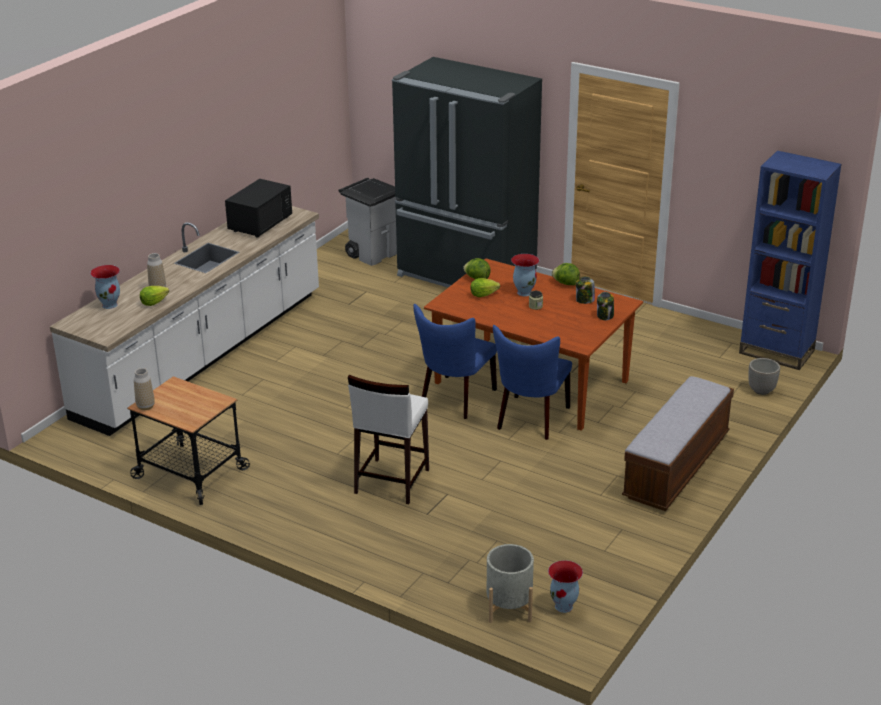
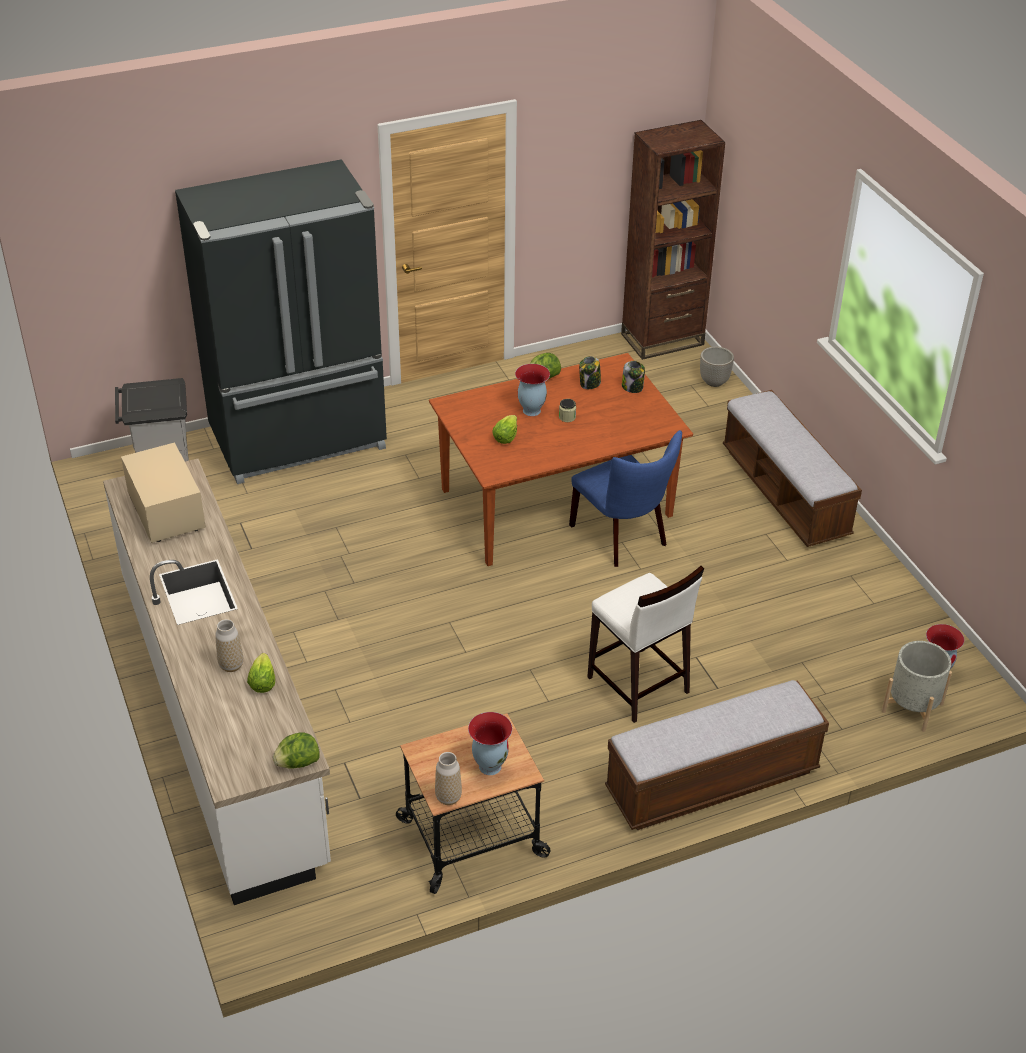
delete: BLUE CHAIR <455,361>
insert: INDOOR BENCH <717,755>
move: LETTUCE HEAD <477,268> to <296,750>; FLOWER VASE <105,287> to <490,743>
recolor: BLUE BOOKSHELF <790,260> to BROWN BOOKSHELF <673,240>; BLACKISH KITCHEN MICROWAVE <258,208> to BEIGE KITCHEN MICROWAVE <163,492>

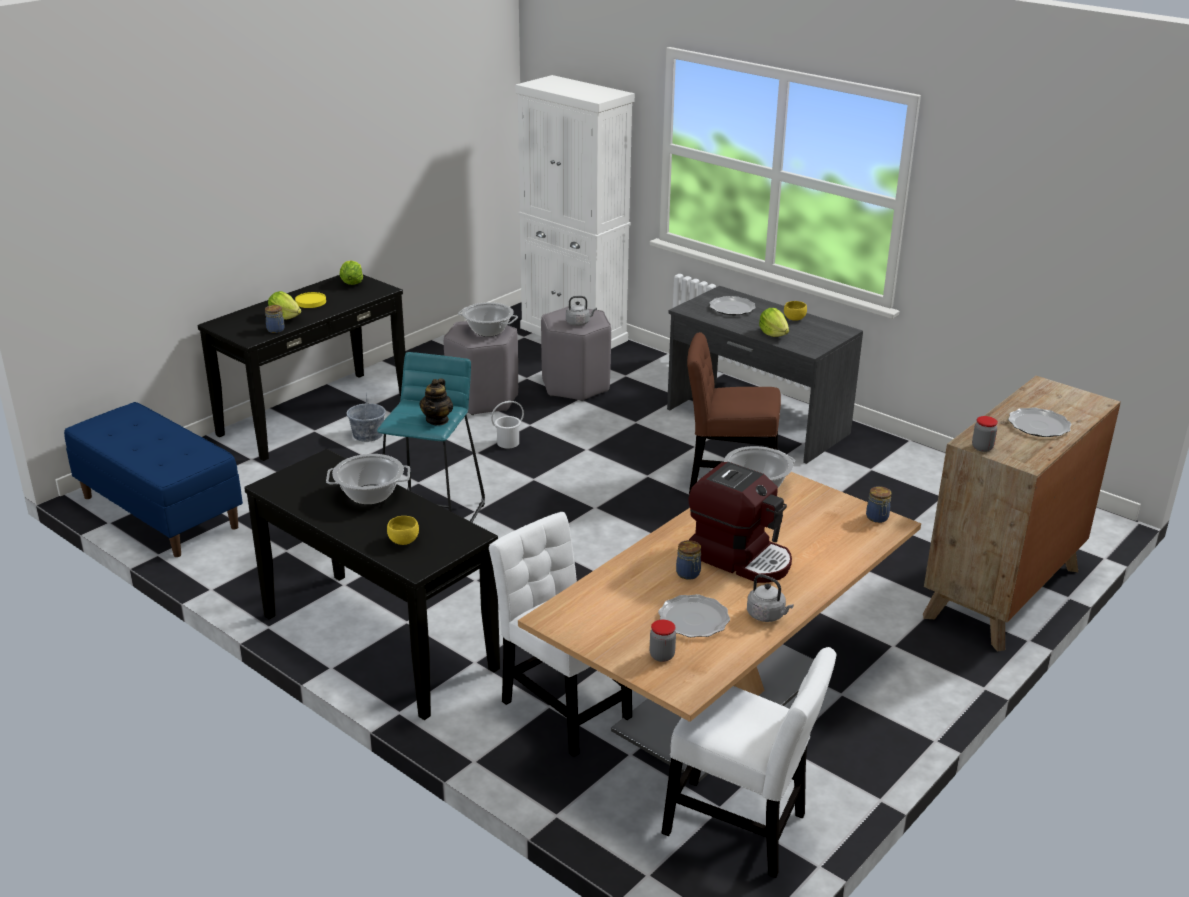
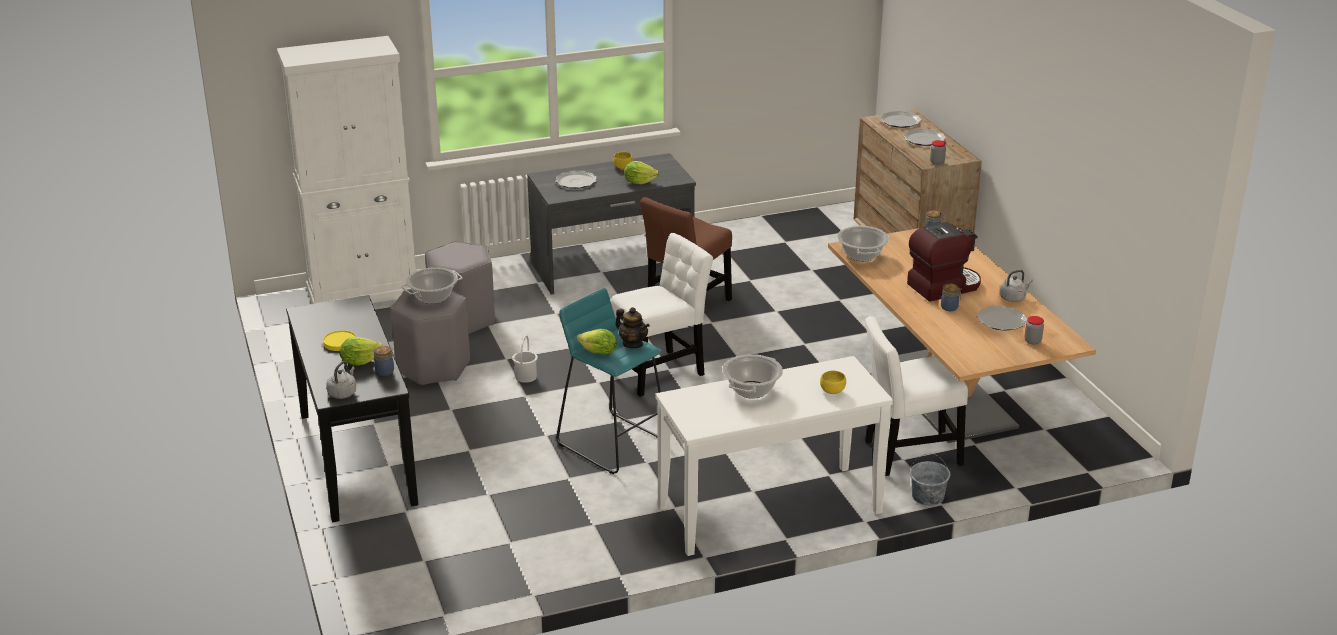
delete: BLUE INDOOR BENCH <153,479>
insert: DINNER PLATE <900,119>
move: LETTUCE HEAD <351,272> to <597,342>; GREYISH KETTLE <581,311> to <341,380>; GREYISH PAIL <366,417> to <930,479>; WHITE CHAIR <749,762> to <662,315>
recolor: BLACKISH CONSOLE TABLE <372,584> to WHITE CONSOLE TABLE <774,456>

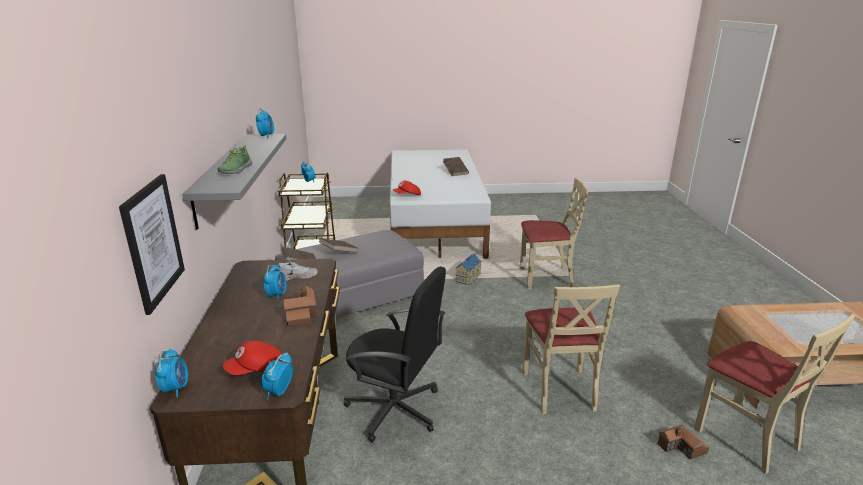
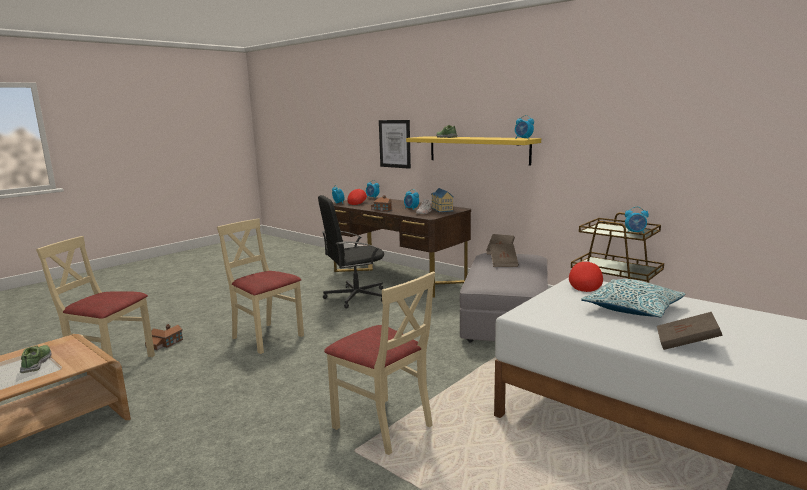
insert: PILLOW <633,298>; ITEM OF FOOTWEAR <35,359>
move: MODEL HOUSE <468,269> to <442,200>
recolor: GREYISH WALL SHELF <234,182> to YELLOW-COLOURED WALL SHELF <473,150>
rotate: BEIGE CHAIR <554,233> = <379,363> 90 degrees counterclockwise

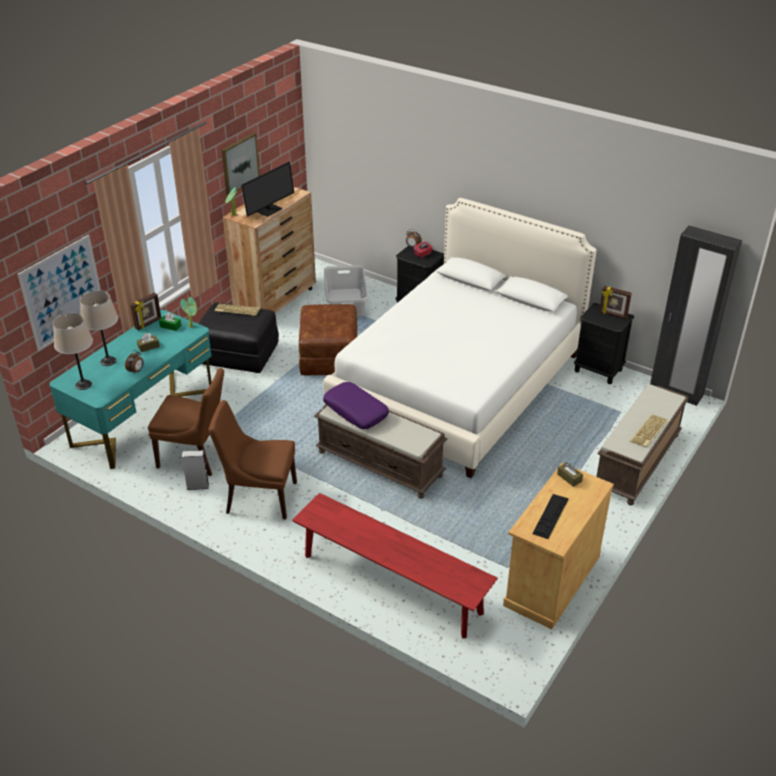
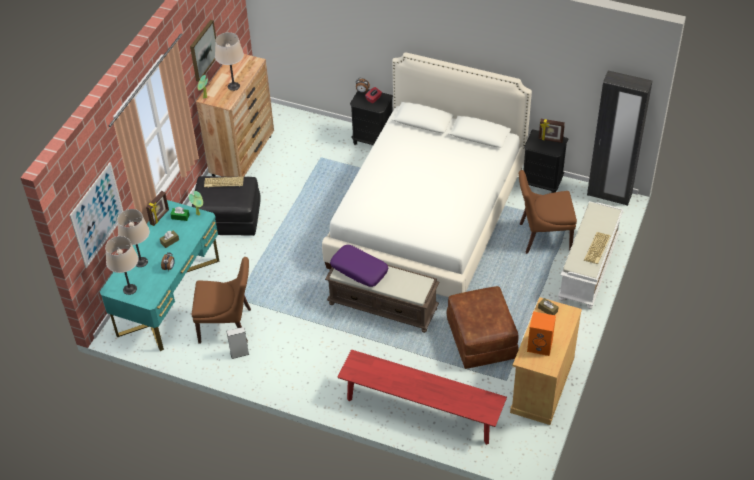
delete: GREYISH LAUNDRY BASKET <346,291>
move: BROWN FOOTREST <328,340> to <482,327>; BROWN CHAIR <252,460> to <548,212>
replace: COMPUTER DISPLAY <268,189> to BEIGE TABLETOP LAMP <229,61>; COMPUTER KEYBOARD <550,516> to ORANGEY AUDIO SPEAKER <541,333>
recolor: BROWN INDOOR BENCH <642,444> to WHITE INDOOR BENCH <590,255>

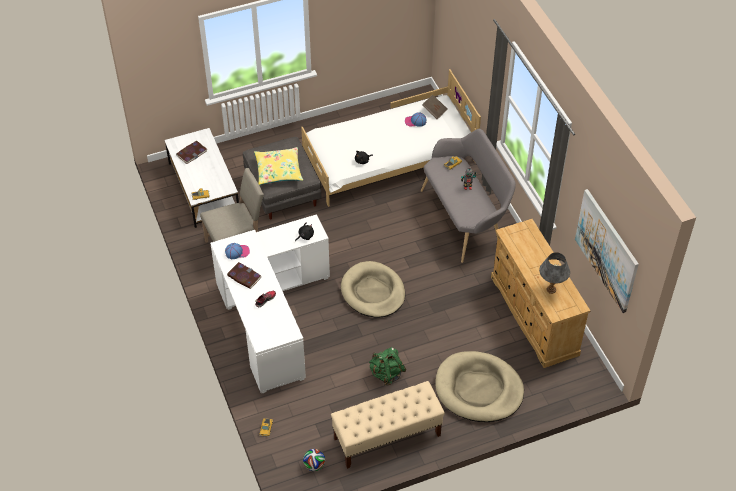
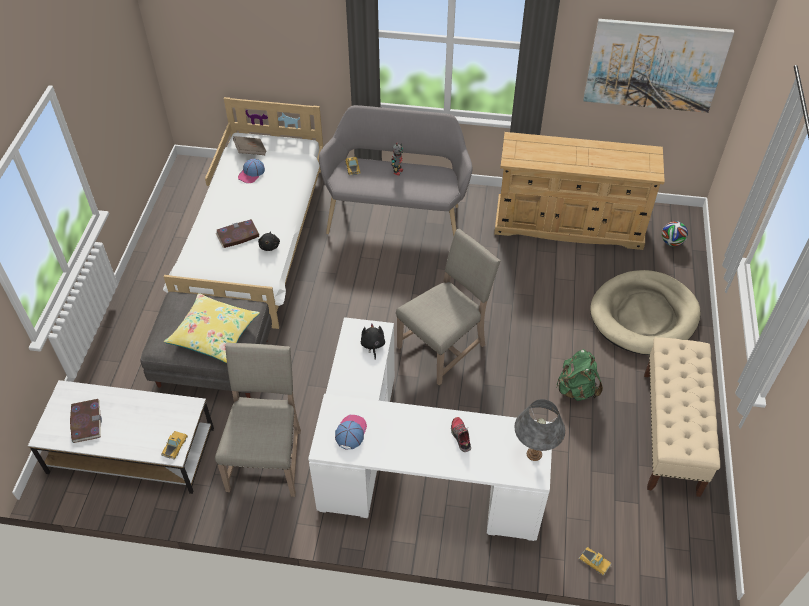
move: GREYISH TABLETOP LAMP <554,273> to <539,430>; BOOK <244,275> to <238,233>; BALL FOR FOOTBALL <314,460> to <675,234>
replace: BEIGE PET BED <373,289> to BEIGE CHAIR <448,307>

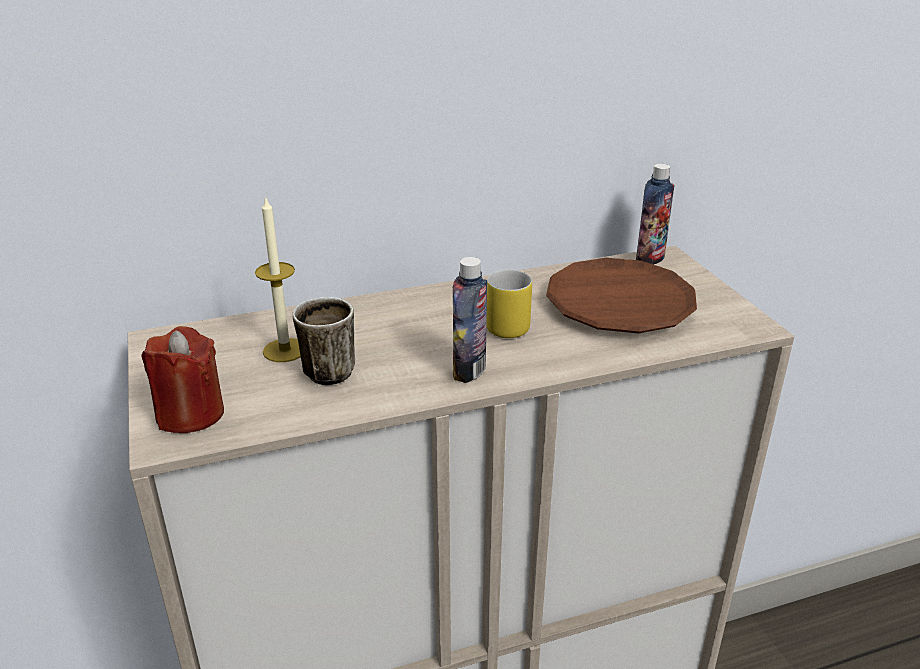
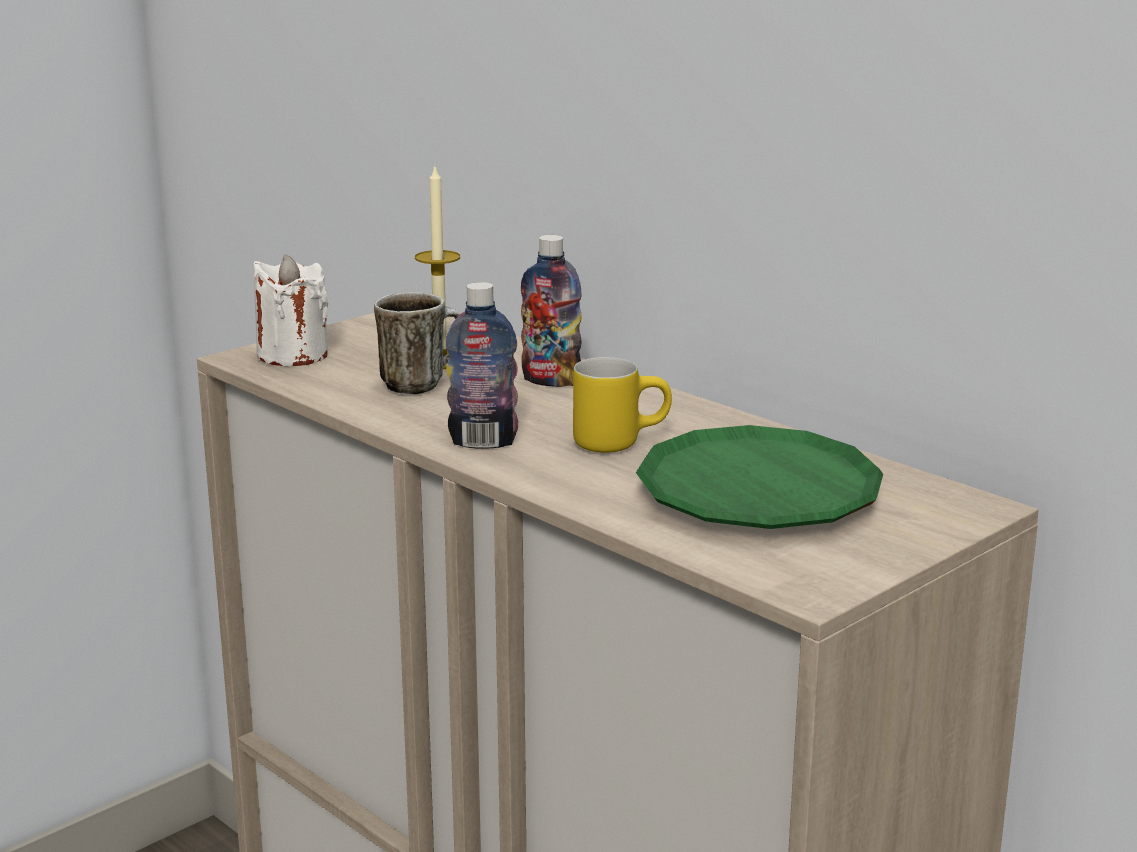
move: BOTTLE <655,214> to <551,311>
recolor: BROWN DINNER PLATE <621,295> to GREENISH DINNER PLATE <759,477>; RED-COLOURED WAX LIGHT <183,379> to WHITE WAX LIGHT <290,310>

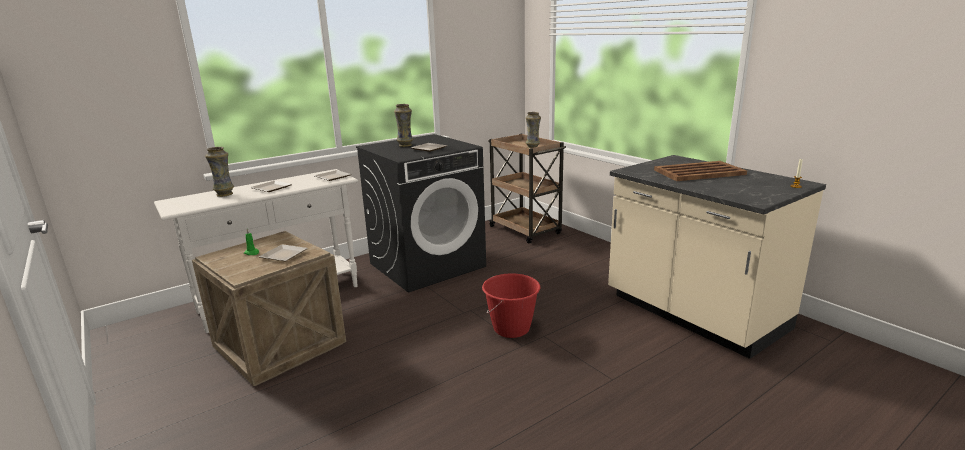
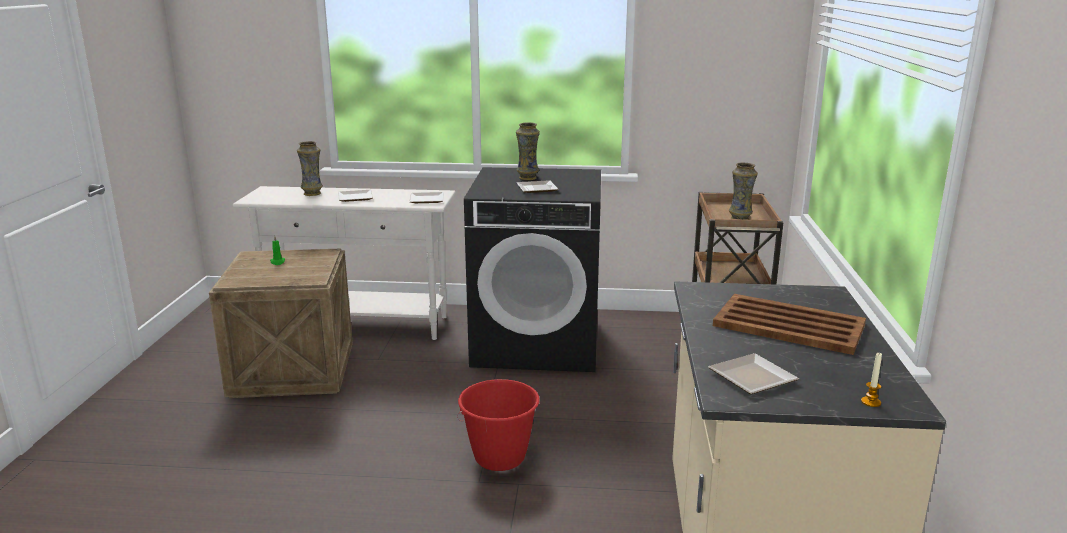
move: DINNER PLATE <283,253> to <753,373>

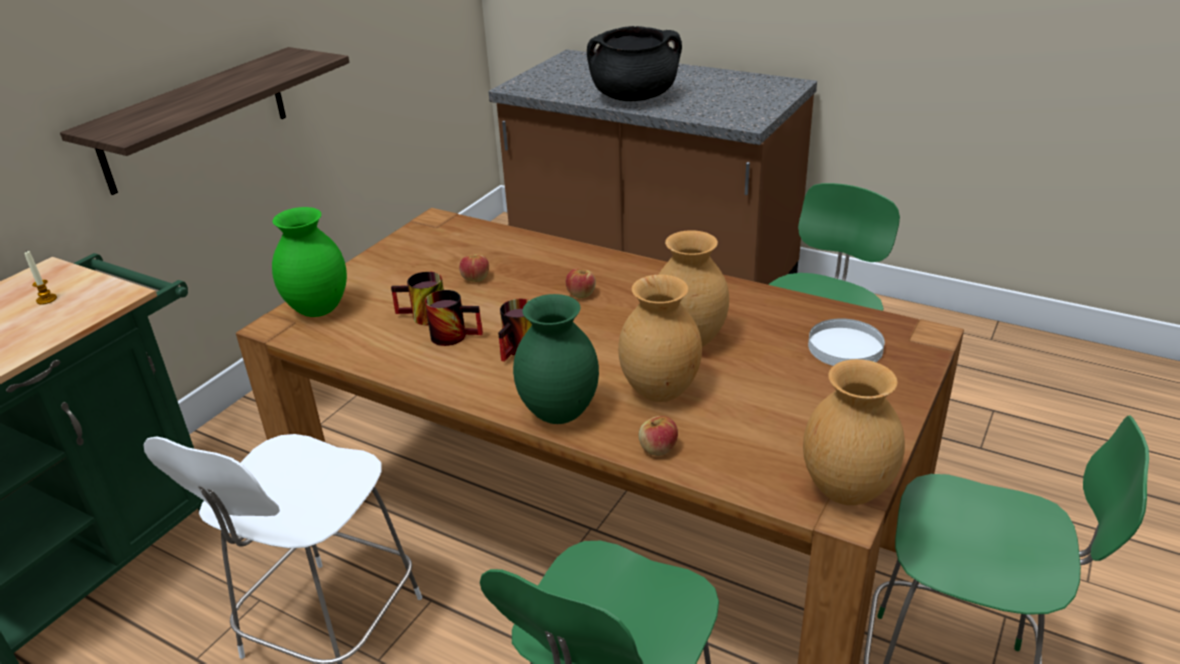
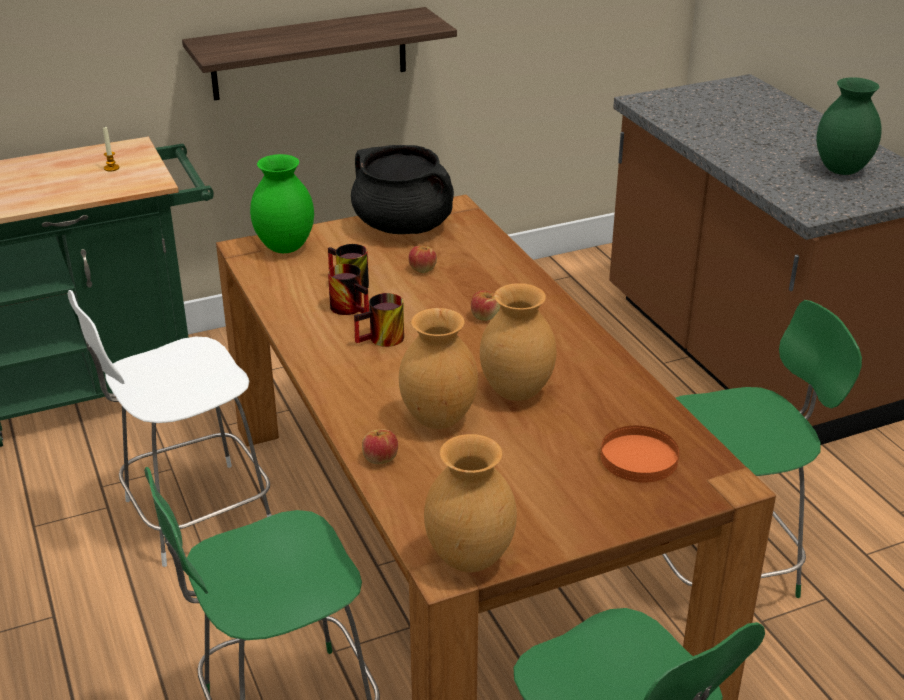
move: BLACKISH SAUCEPOT <634,63> to <402,189>; GREENISH FLOWER VASE <556,359> to <849,126>
recolor: WHITE DINNER PLATE <846,342> to ORANGEY DINNER PLATE <640,454>

